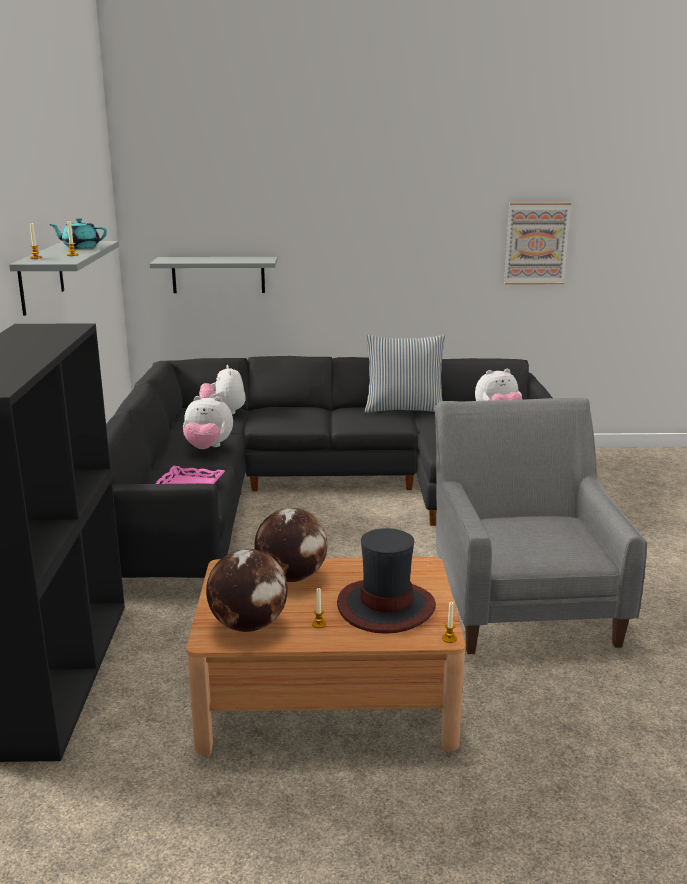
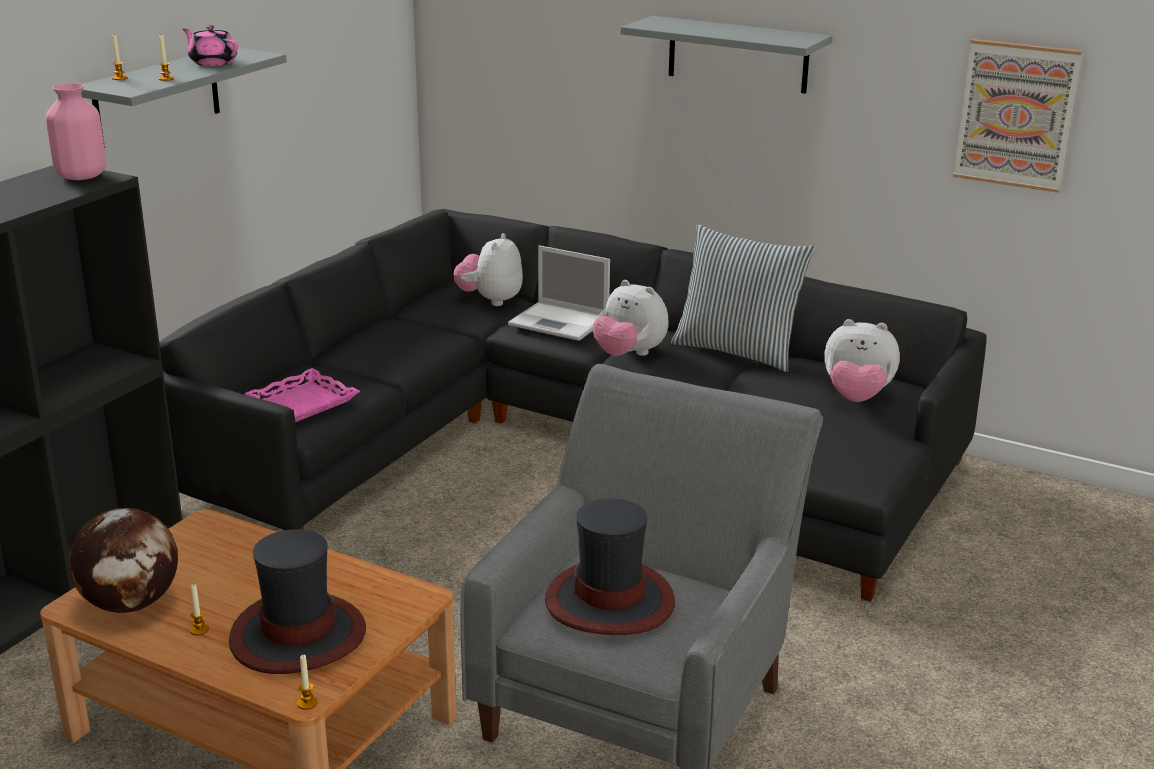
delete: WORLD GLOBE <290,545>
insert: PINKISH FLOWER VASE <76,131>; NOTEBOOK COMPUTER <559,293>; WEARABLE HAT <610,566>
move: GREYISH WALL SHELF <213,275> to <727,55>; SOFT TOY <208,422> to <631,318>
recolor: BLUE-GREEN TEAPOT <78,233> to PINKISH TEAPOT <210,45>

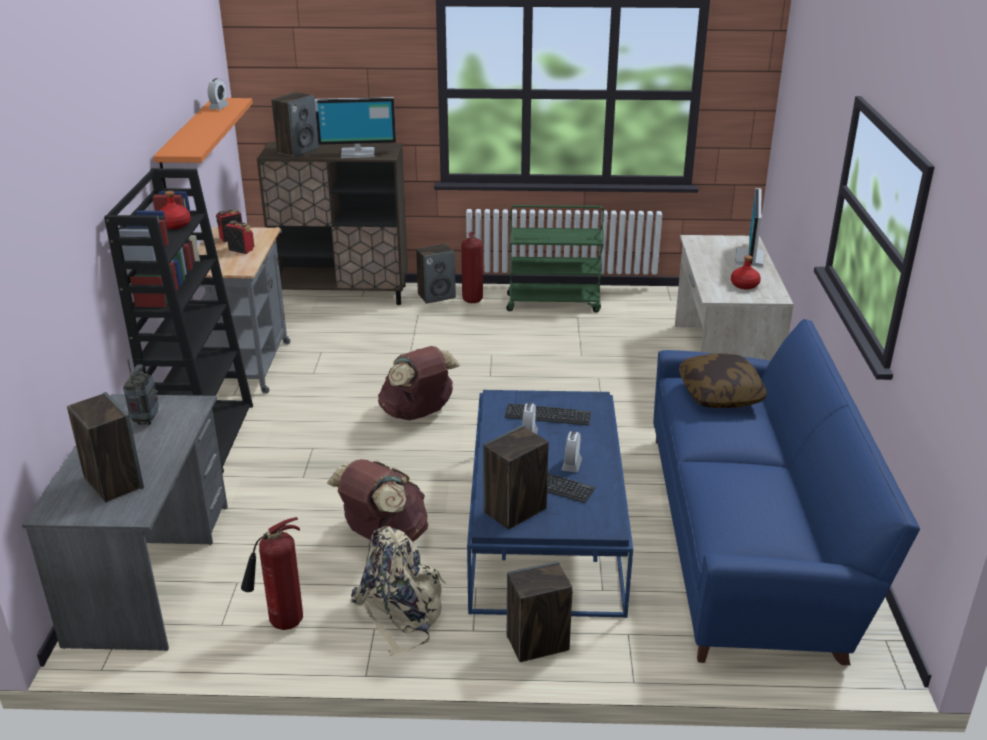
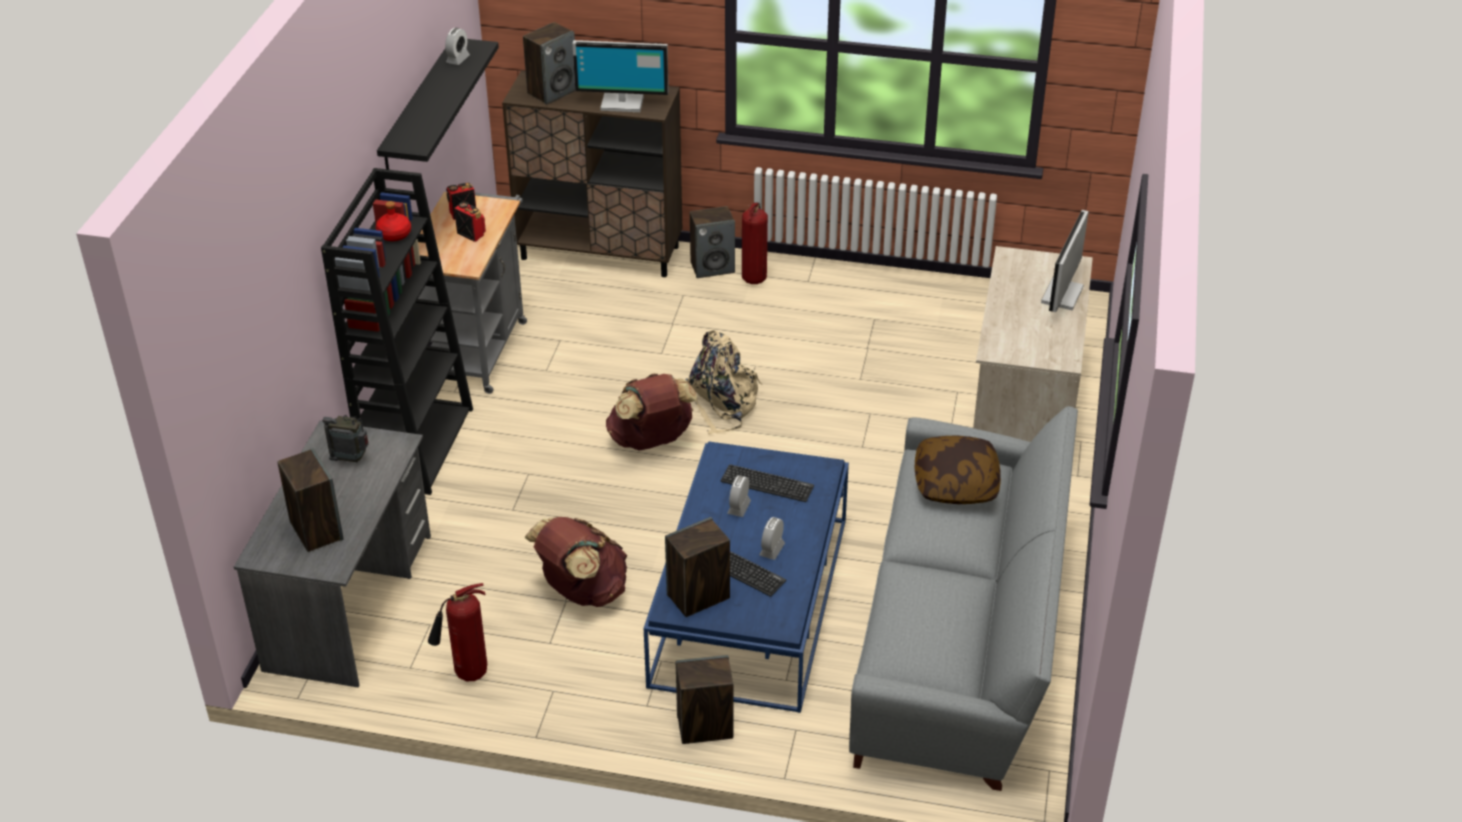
delete: GREENISH TROLLEY <555,258>; RED-COLOURED BOTTLE <746,272>
move: BEIGE RUCKSACK <398,590> to <723,382>
recolor: ORANGEY WALL SHELF <203,143> to BLACKISH WALL SHELF <438,104>; BLUE SETTEE <786,492> to GREYISH SETTEE <963,598>
rotate: RADIO RECEIVER <141,392> = <345,431> 90 degrees counterclockwise

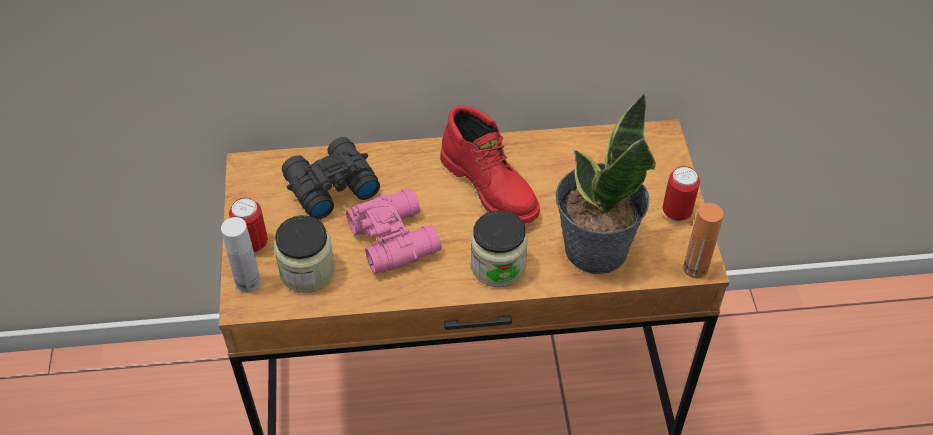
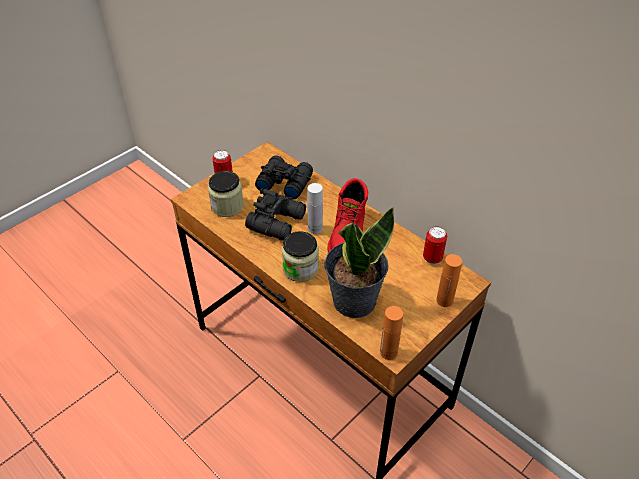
insert: ORANGEY BOTTLE <449,280>
move: METAL CAN <681,194> to <435,246>; WHITE BOTTLE <241,255> to <315,208>
recolor: PINKISH FIELD GLASSES <393,231> to BLACKISH FIELD GLASSES <275,214>

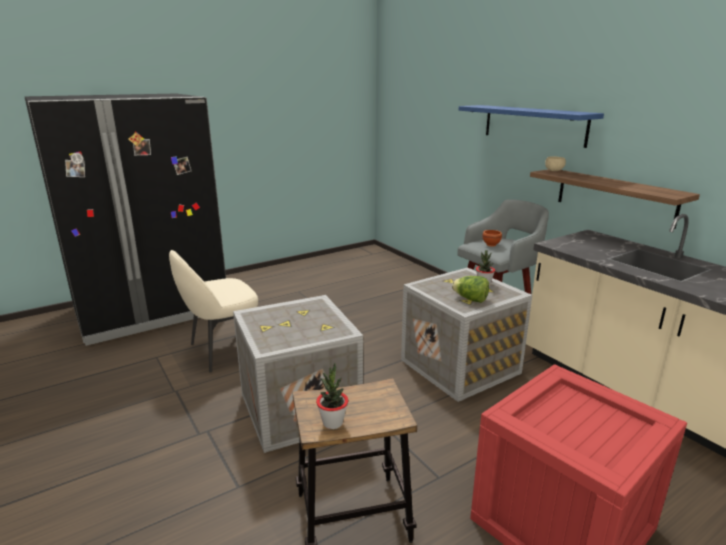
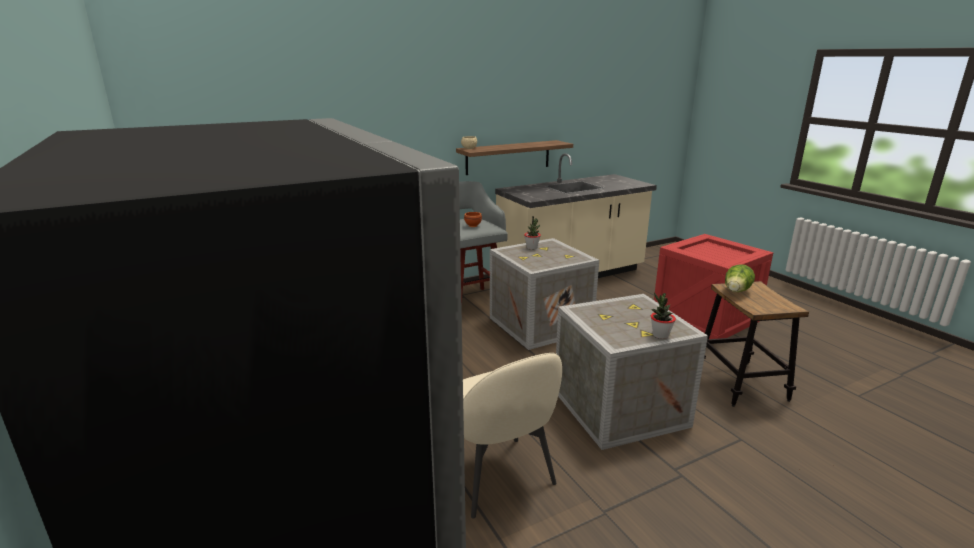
delete: BLUE WALL SHELF <531,126>
move: LETTUCE HEAD <470,289> to <740,278>; POTTED PLANT <332,396> to <663,315>

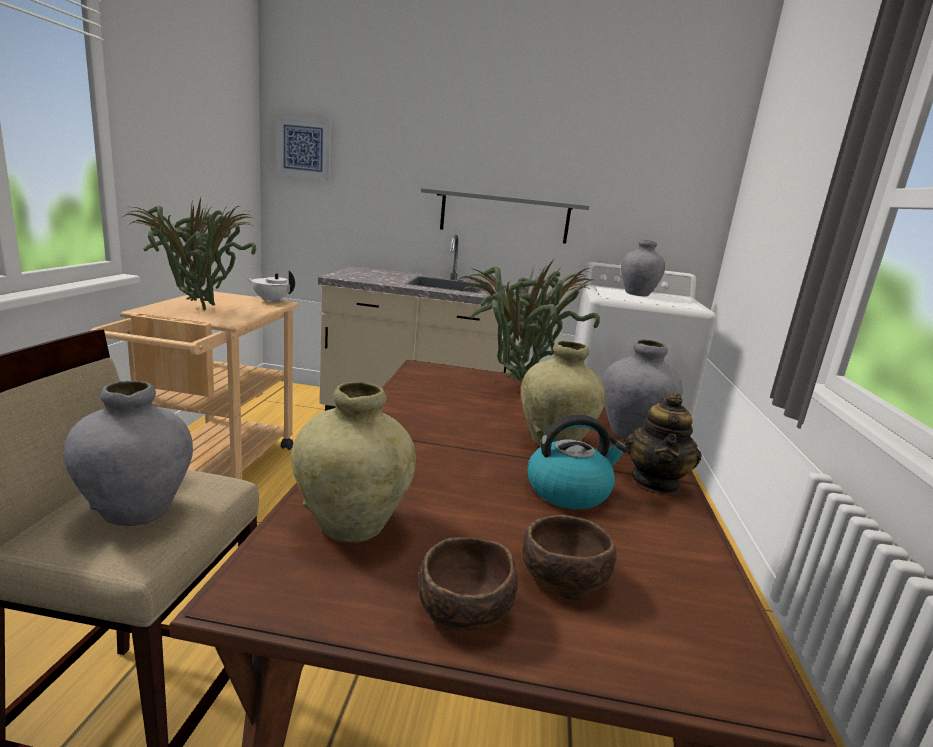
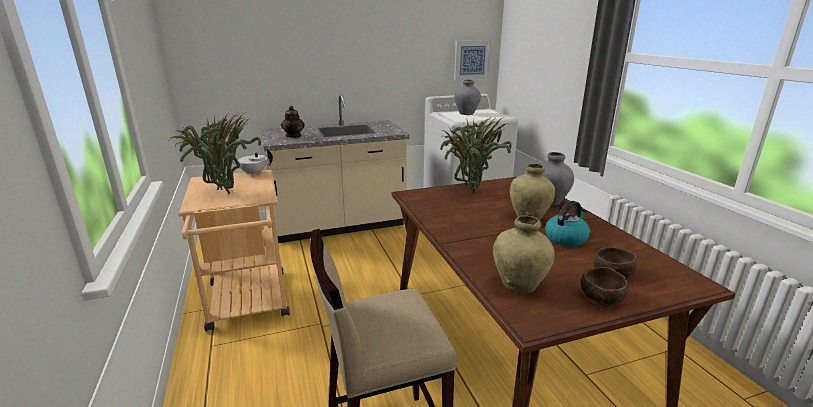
delete: GREYISH WALL SHELF <505,216>; GREYISH FLOWER VASE <128,453>
move: PICTURE <303,147> to <472,60>; TEAPOT <663,443> to <293,122>

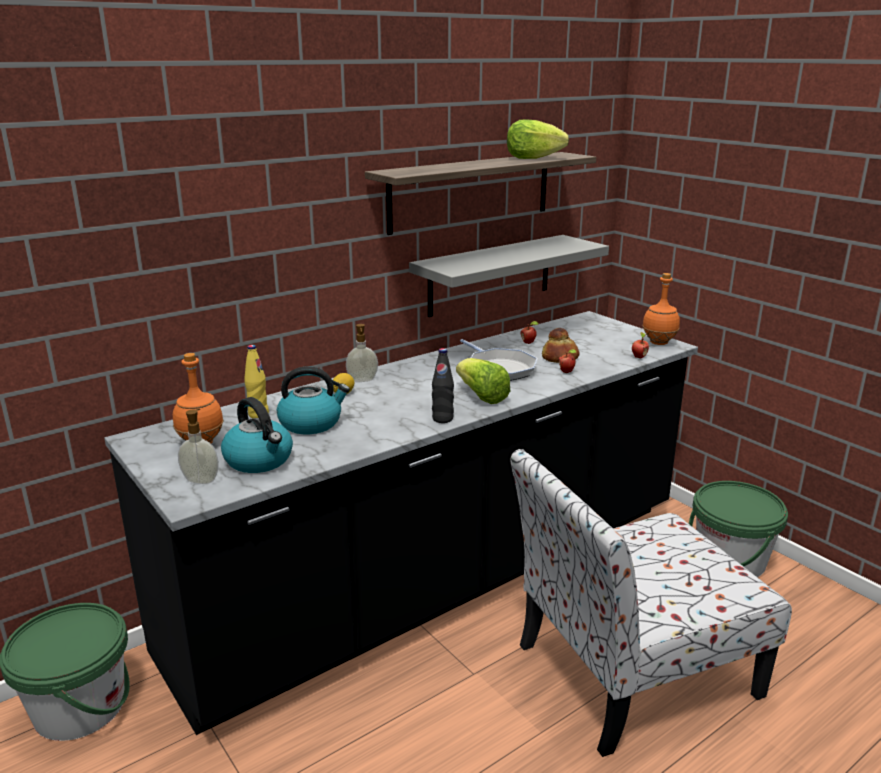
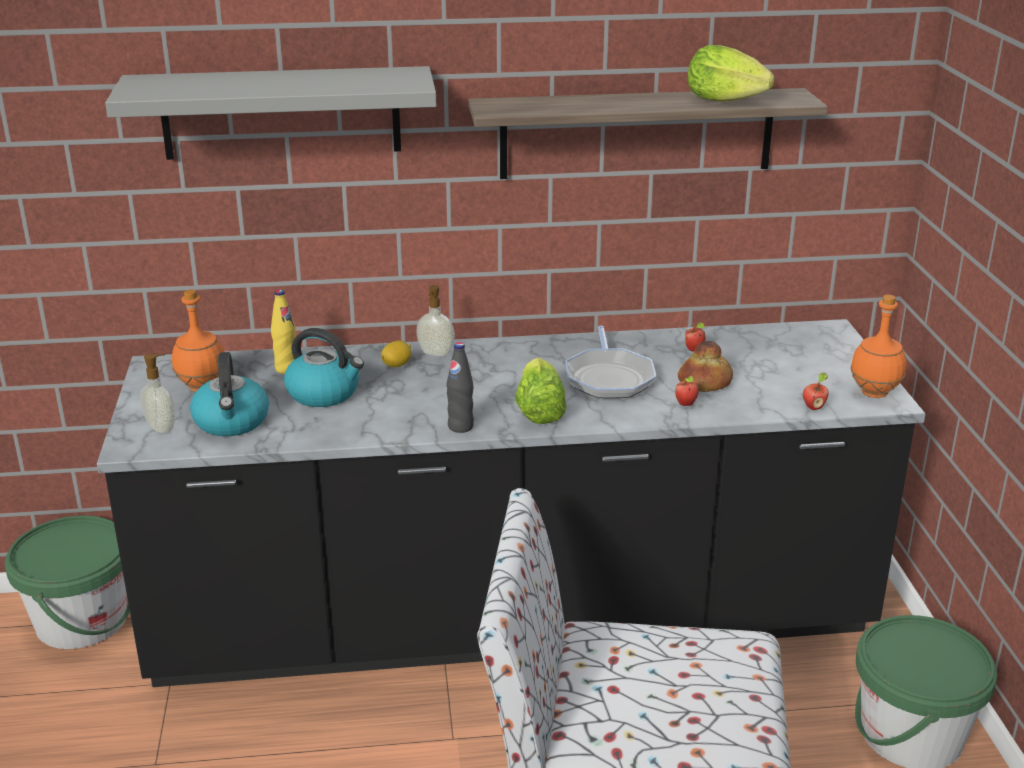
move: GREYISH WALL SHELF <509,276> to <270,113>

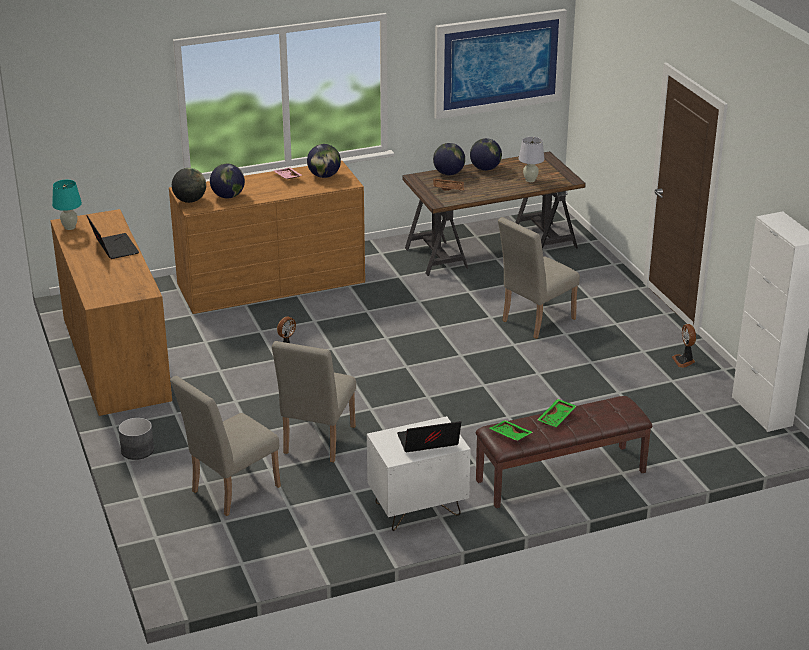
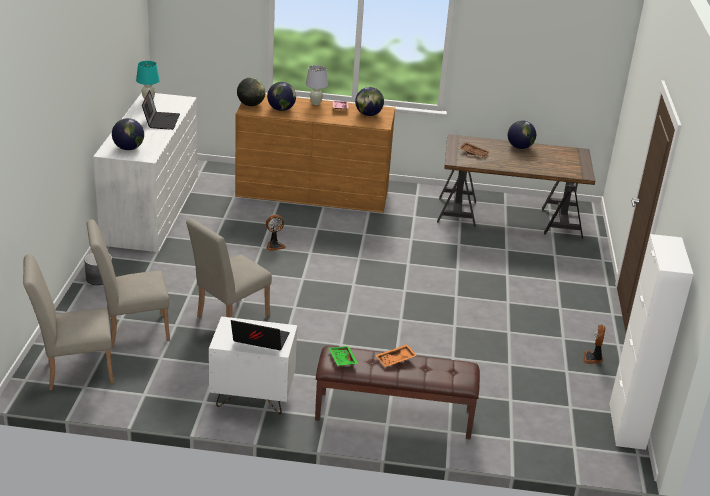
delete: PICTURE <500,64>
move: WHITE TABLETOP LAMP <531,159> to <317,85>; WORLD GLOBE <449,159> to <128,134>; BEIGE CHAIR <539,278> to <68,322>
recolor: BROWN DRESSER <111,312> to WHITE DRESSER <145,172>; GREENISH CARRYING TRAY <556,413> to ORANGEY CARRYING TRAY <396,355>

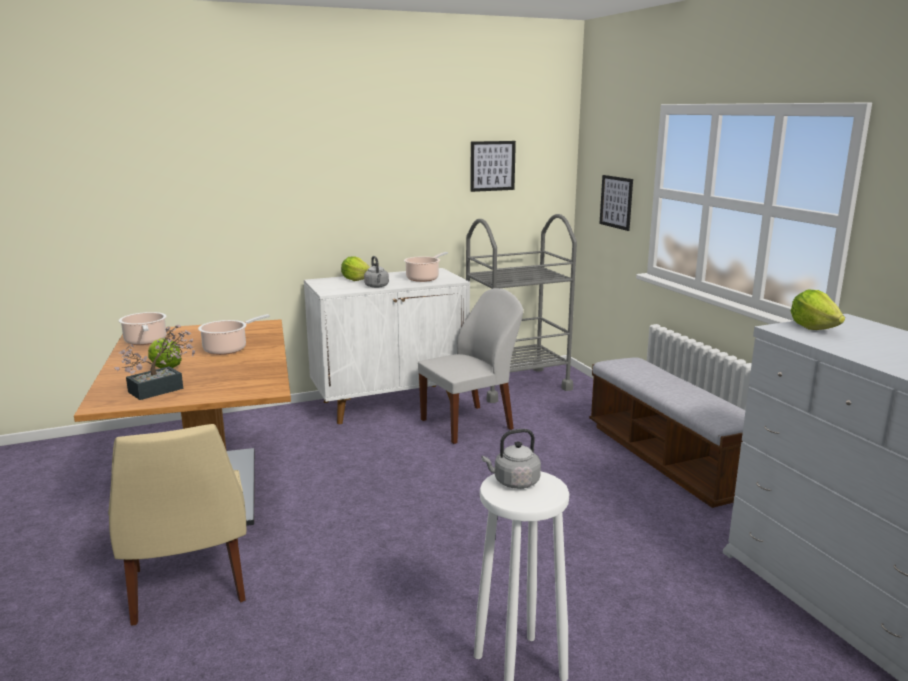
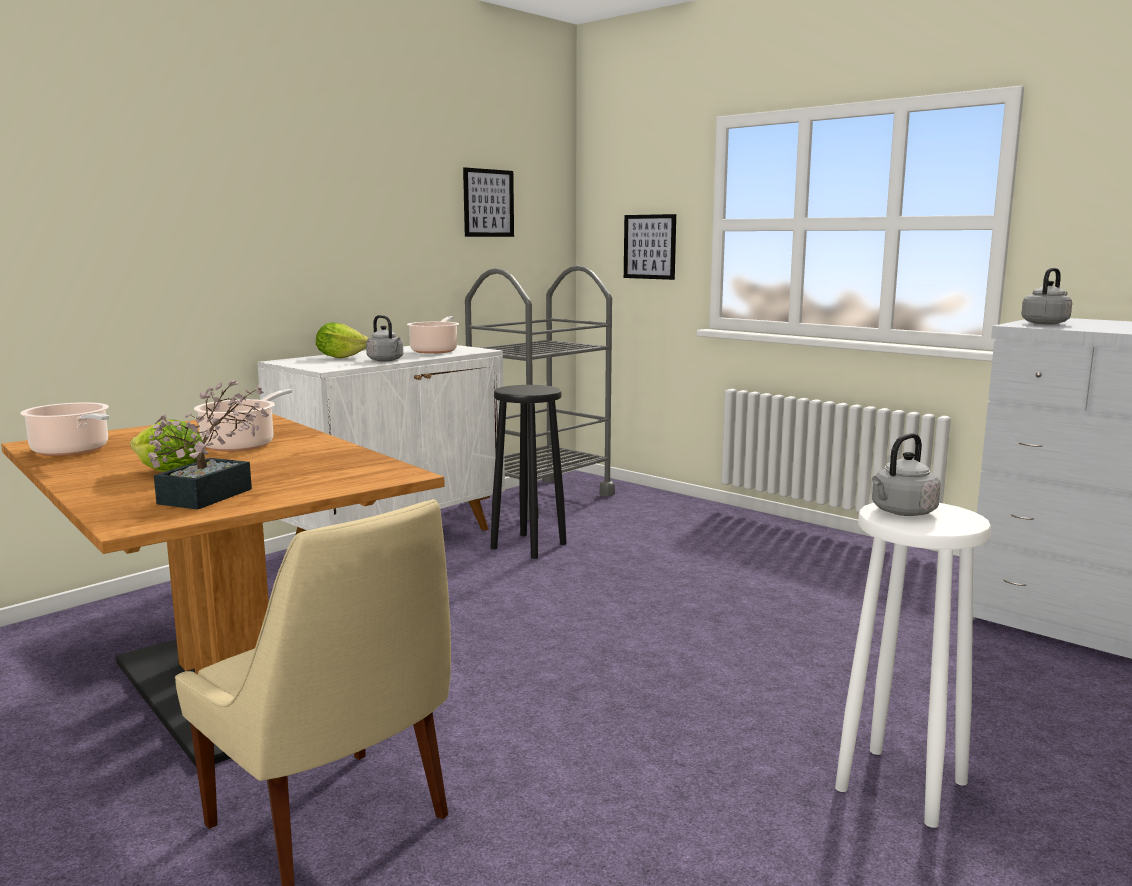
delete: INDOOR BENCH <667,432>
replace: WHITE CHAIR <470,366> to BLACKISH STOOL <528,472>; LETTUCE HEAD <818,309> to GREYISH KETTLE <1046,296>

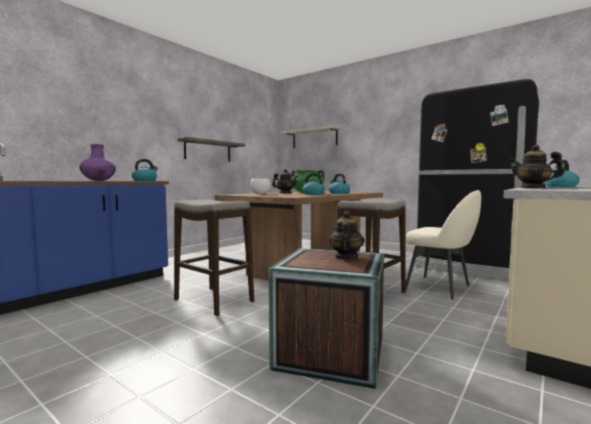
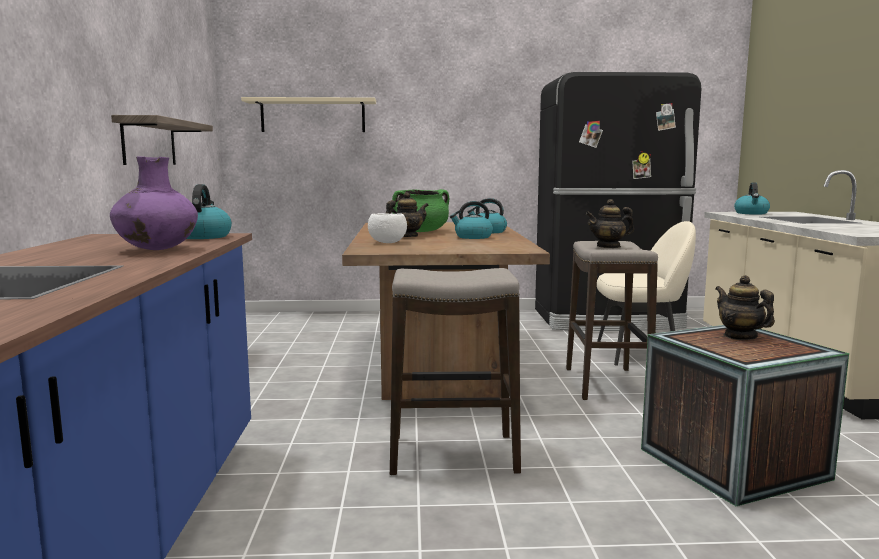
move: TEAPOT <536,167> to <610,223>

